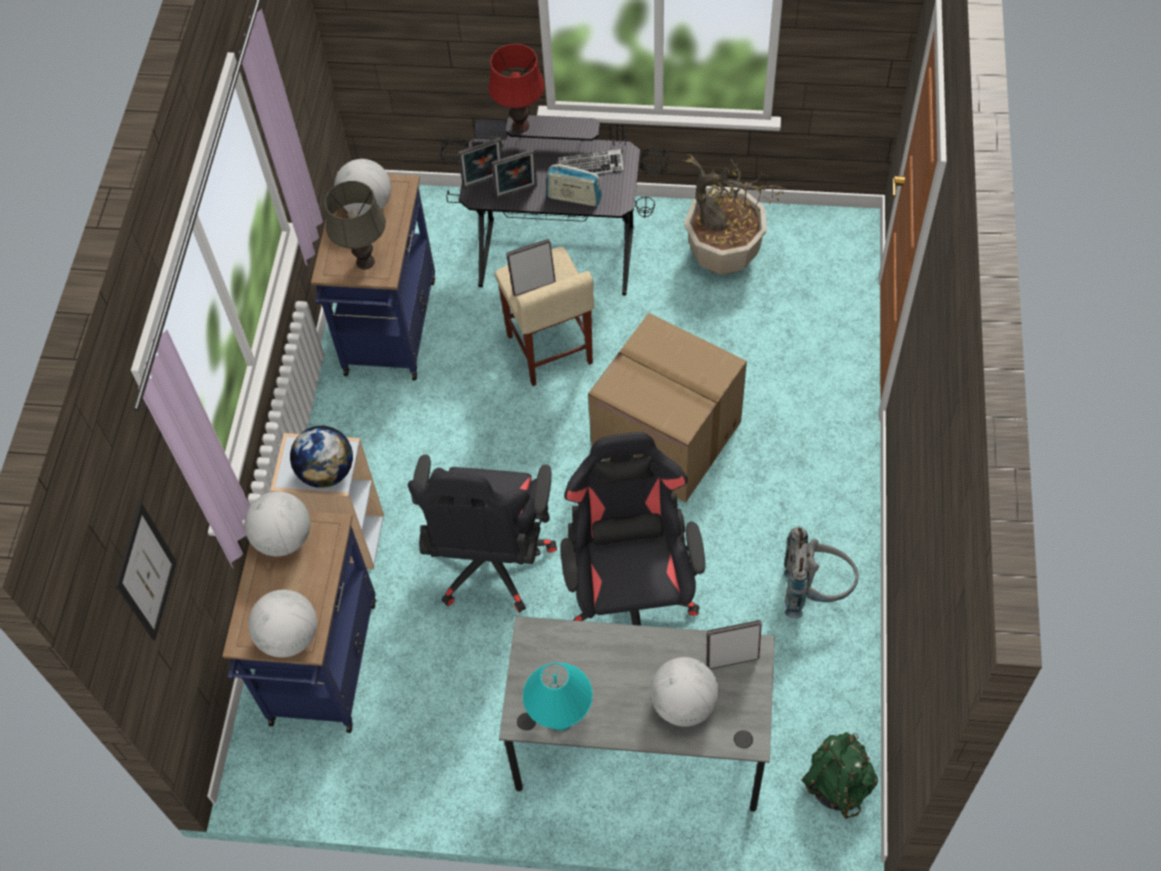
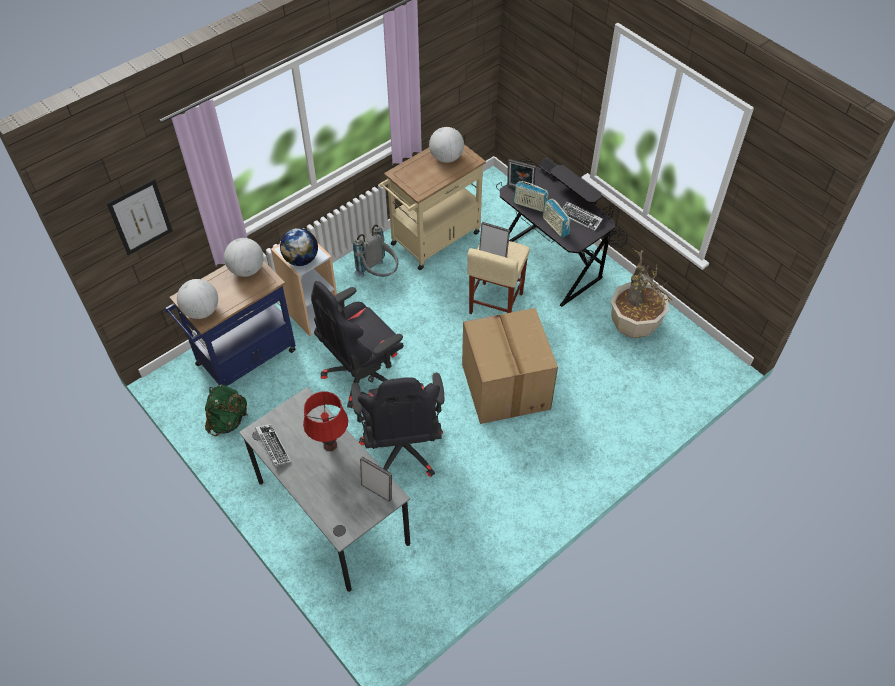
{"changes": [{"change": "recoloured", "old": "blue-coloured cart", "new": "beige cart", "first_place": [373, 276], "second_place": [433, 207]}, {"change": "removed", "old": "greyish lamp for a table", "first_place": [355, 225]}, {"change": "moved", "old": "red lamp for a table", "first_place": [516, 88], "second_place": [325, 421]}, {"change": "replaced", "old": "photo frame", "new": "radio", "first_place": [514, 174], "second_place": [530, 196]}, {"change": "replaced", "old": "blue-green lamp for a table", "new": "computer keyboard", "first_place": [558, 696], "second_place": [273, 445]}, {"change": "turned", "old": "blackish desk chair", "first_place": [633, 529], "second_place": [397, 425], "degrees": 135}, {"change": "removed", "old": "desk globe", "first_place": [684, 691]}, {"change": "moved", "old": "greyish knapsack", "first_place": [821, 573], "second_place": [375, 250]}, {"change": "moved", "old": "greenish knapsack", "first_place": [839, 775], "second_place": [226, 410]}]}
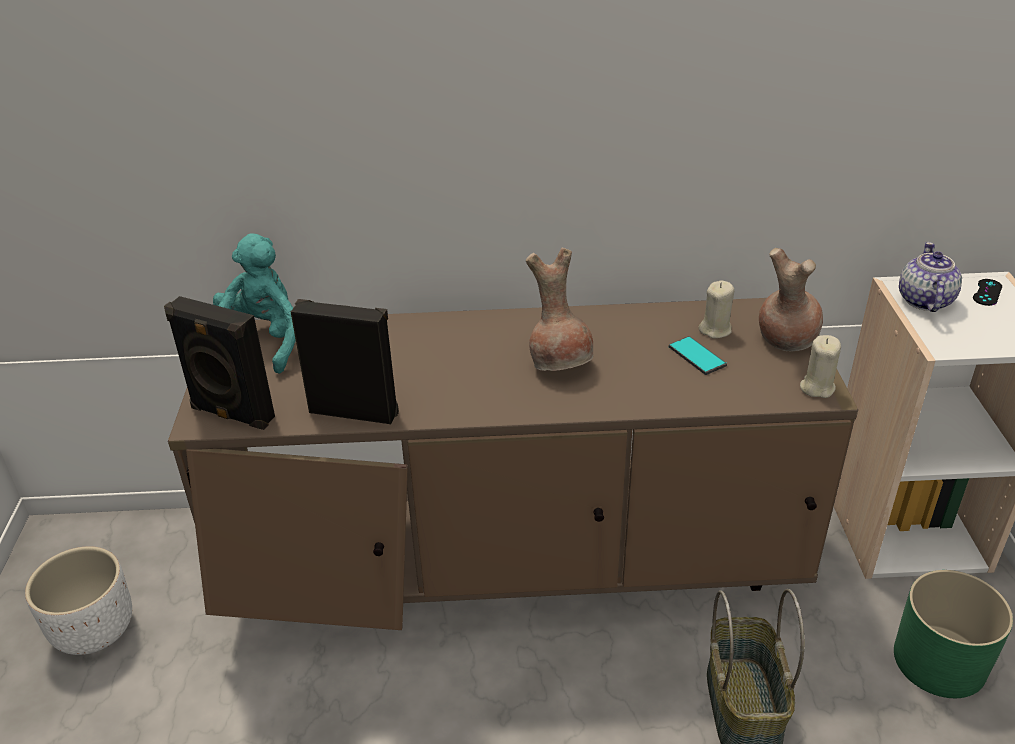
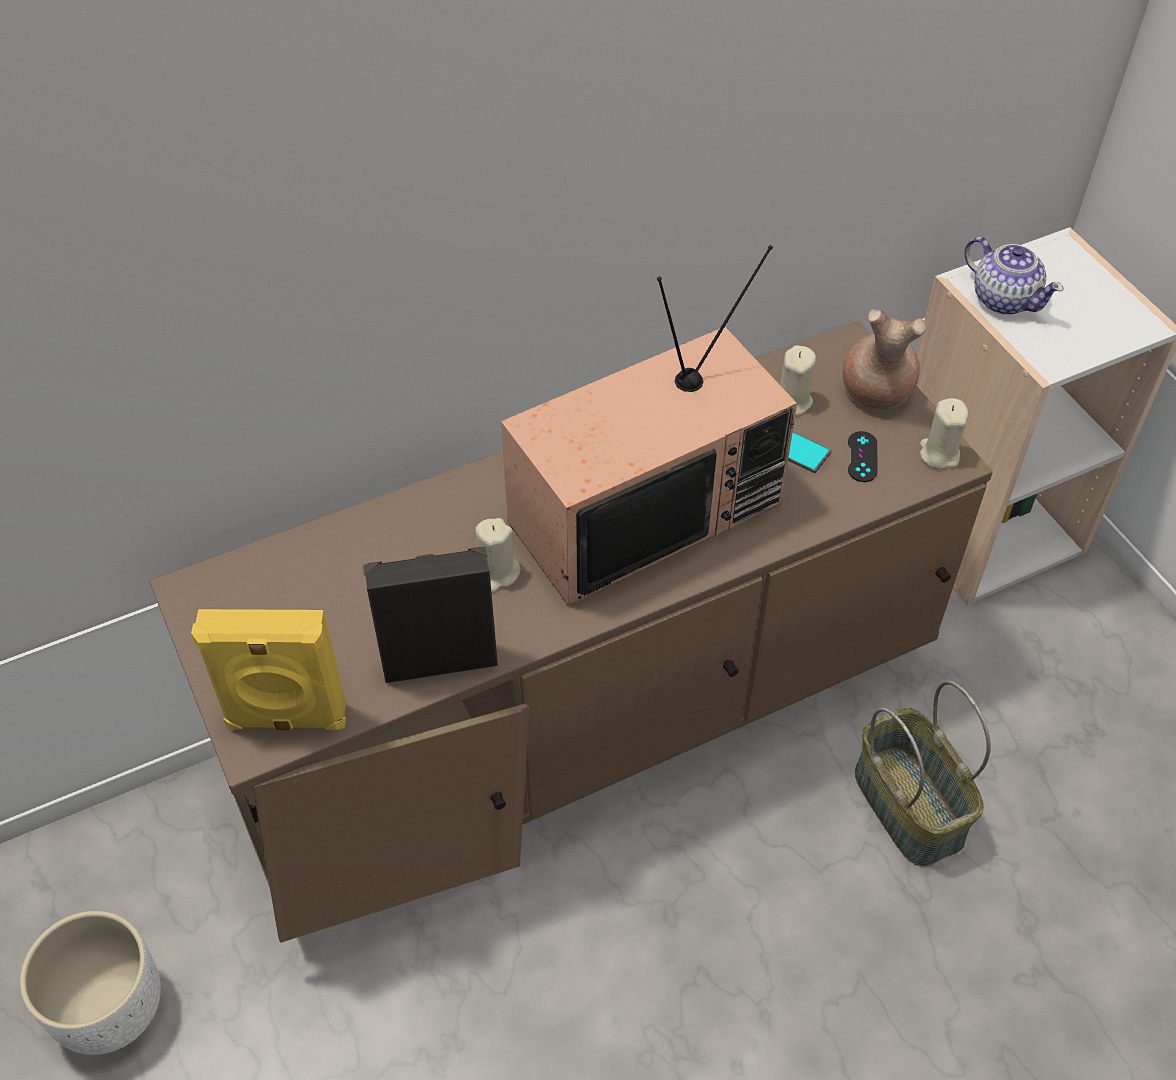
{"changes": [{"change": "recoloured", "old": "blackish audio speaker", "new": "yellow audio speaker", "first_place": [219, 363], "second_place": [268, 669]}, {"change": "removed", "old": "blue-green cuddly toy", "first_place": [254, 303]}, {"change": "replaced", "old": "brown-coloured decorative vase", "new": "television", "first_place": [560, 309], "second_place": [649, 425]}, {"change": "removed", "old": "greenish planter", "first_place": [953, 634]}, {"change": "turned", "old": "tea pot", "first_place": [930, 277], "second_place": [1014, 276], "degrees": 150}, {"change": "moved", "old": "blackish game controller", "first_place": [987, 292], "second_place": [863, 456]}, {"change": "added", "new": "beige candle", "second_place": [498, 555]}]}
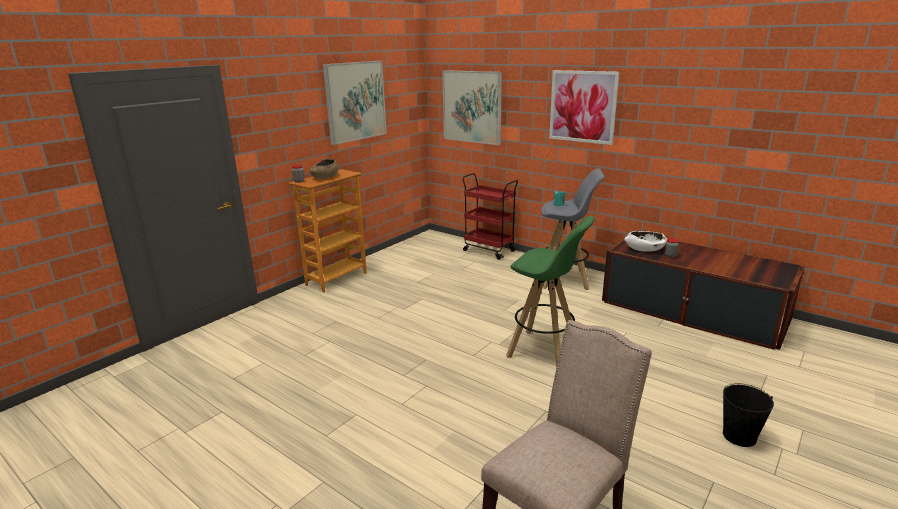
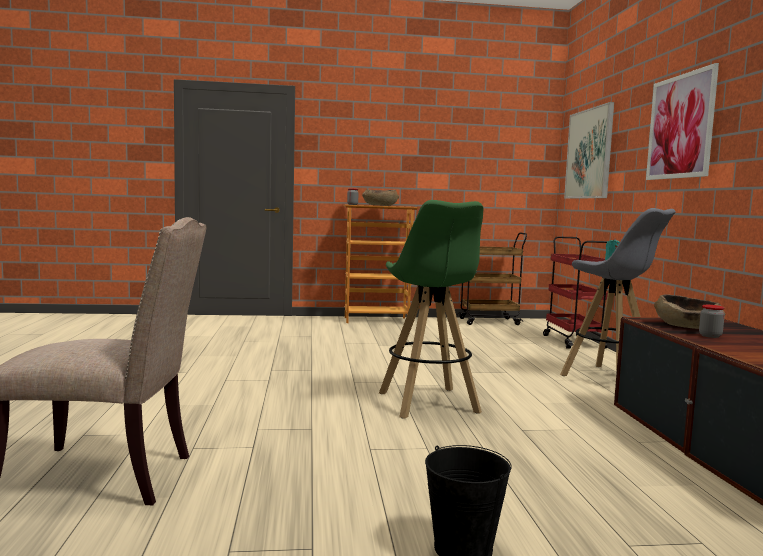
{"changes": [{"change": "removed", "old": "wall picture", "first_place": [355, 103]}, {"change": "recoloured", "old": "white serving bowl", "new": "brown-coloured serving bowl", "first_place": [645, 241], "second_place": [689, 311]}, {"change": "added", "new": "brown-coloured cart", "second_place": [491, 278]}]}
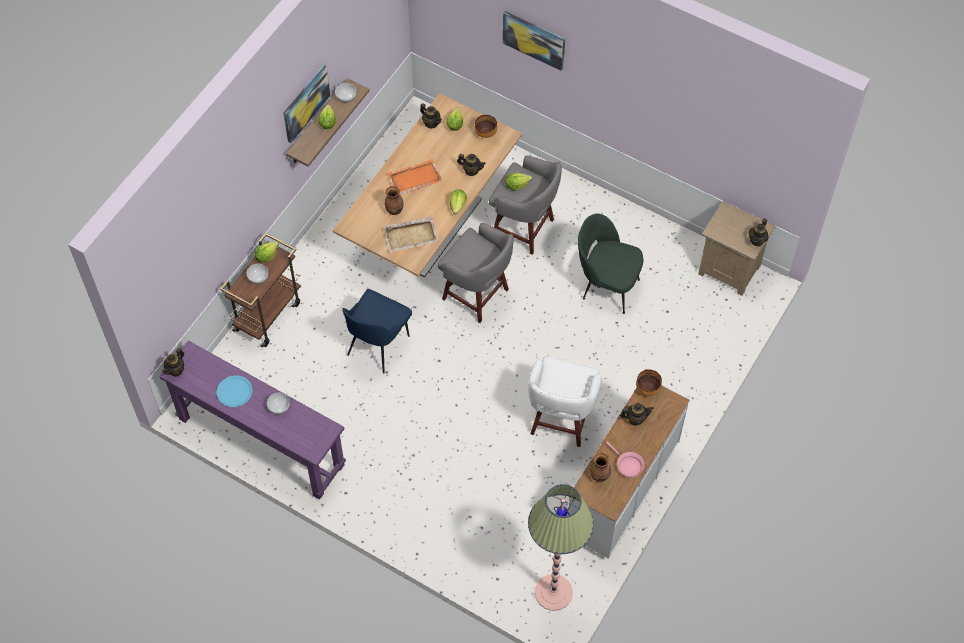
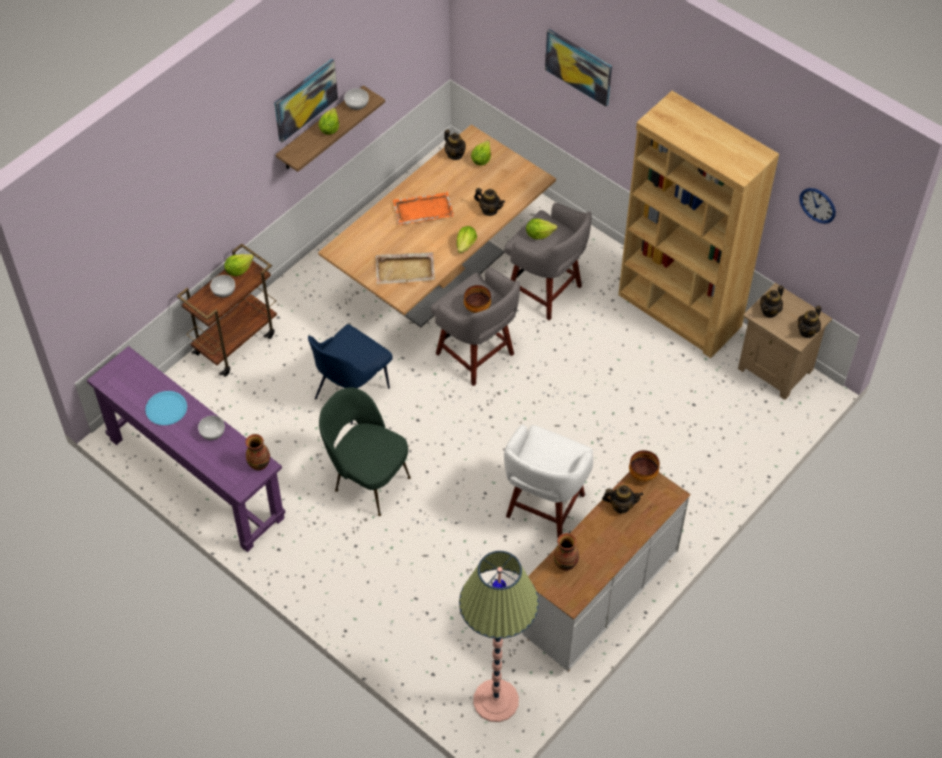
{"changes": [{"change": "moved", "old": "tea pot", "first_place": [173, 362], "second_place": [772, 301]}, {"change": "moved", "old": "decorative vase", "first_place": [394, 200], "second_place": [257, 452]}, {"change": "moved", "old": "serving bowl", "first_place": [486, 126], "second_place": [477, 299]}, {"change": "moved", "old": "greenish upright chair", "first_place": [610, 264], "second_place": [365, 451]}, {"change": "removed", "old": "pink-coloured frying pan", "first_place": [625, 459]}, {"change": "added", "new": "brown-coloured bookshelf", "second_place": [698, 224]}, {"change": "added", "new": "hanging clock", "second_place": [817, 206]}]}
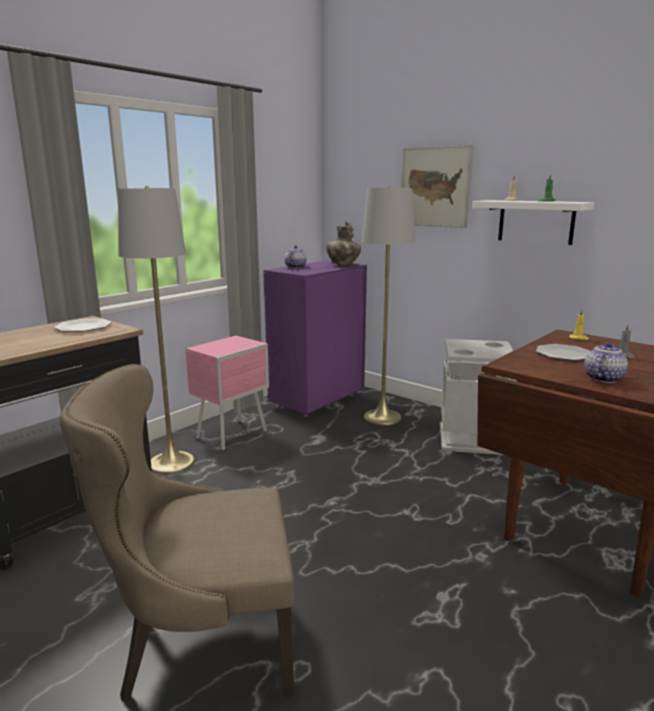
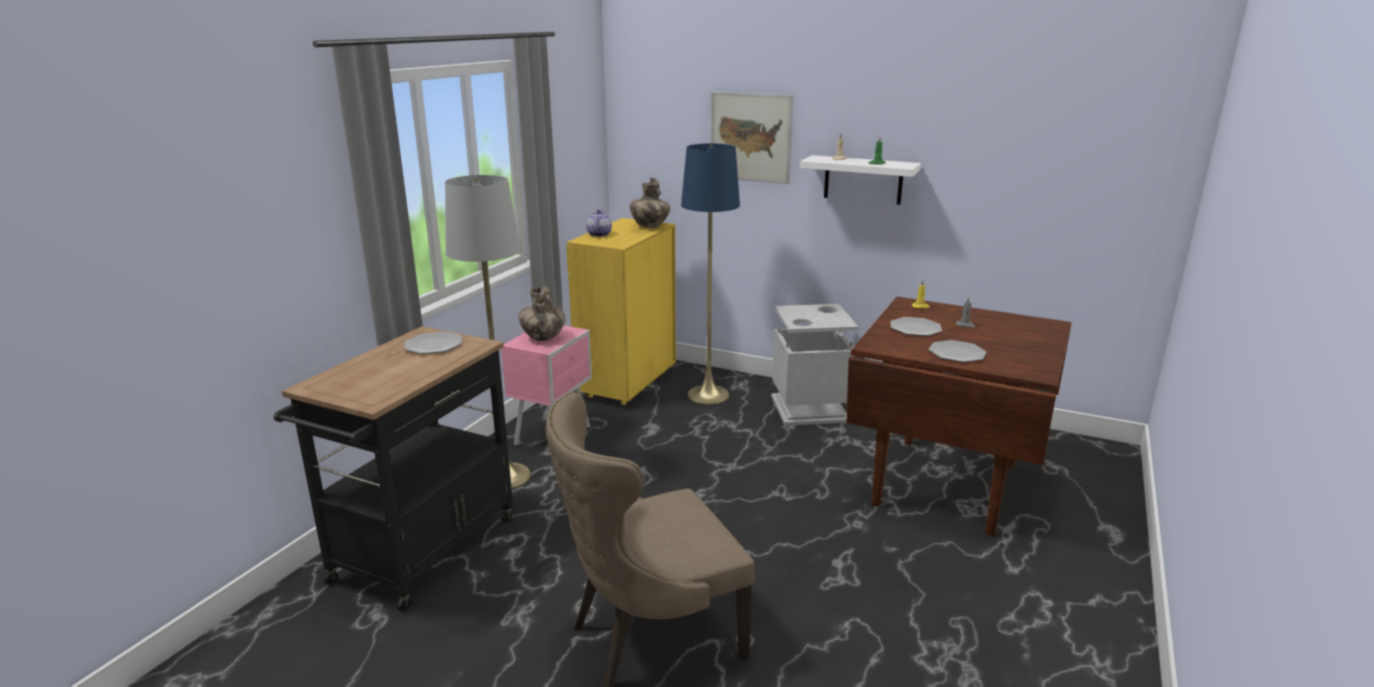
{"changes": [{"change": "recoloured", "old": "purple-coloured storage cabinet", "new": "yellow storage cabinet", "first_place": [315, 338], "second_place": [621, 311]}, {"change": "recoloured", "old": "greyish floor lamp", "new": "blue-coloured floor lamp", "first_place": [388, 305], "second_place": [710, 274]}, {"change": "replaced", "old": "tea pot", "new": "plate", "first_place": [606, 362], "second_place": [957, 351]}, {"change": "added", "new": "decorative vase", "second_place": [542, 313]}]}
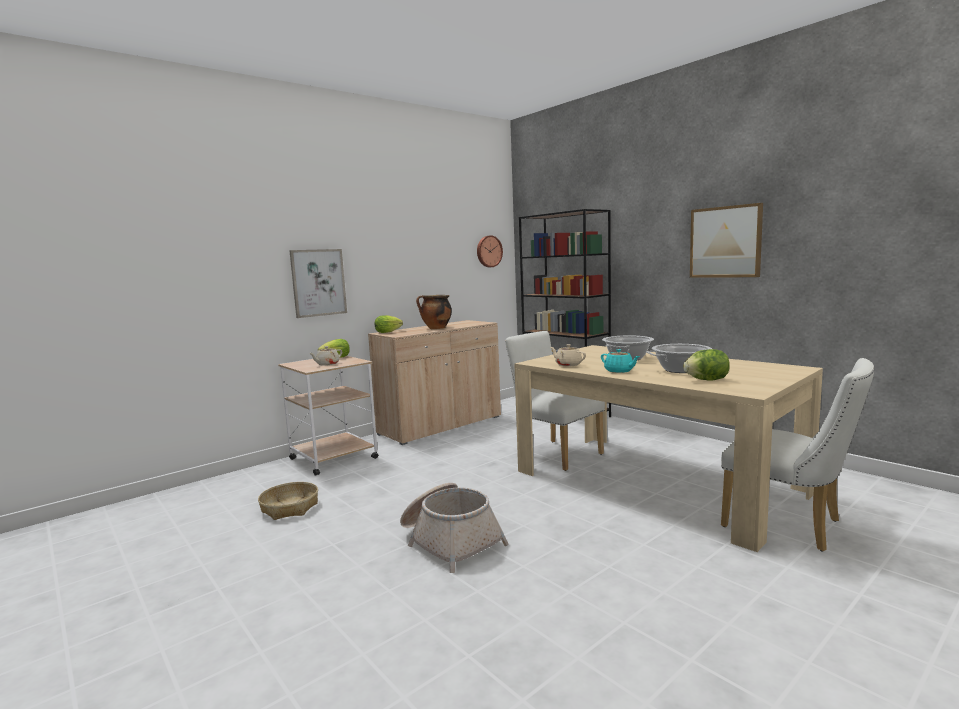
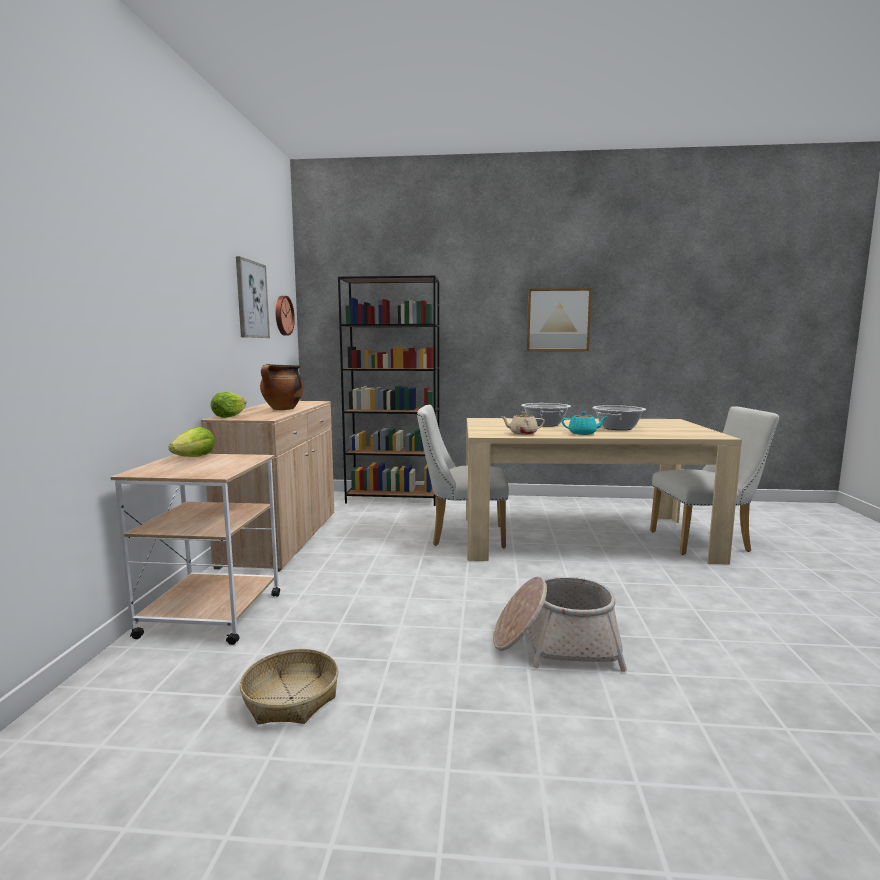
{"changes": [{"change": "moved", "old": "wall picture", "first_place": [318, 283], "second_place": [253, 297]}, {"change": "removed", "old": "beige tea pot", "first_place": [325, 356]}, {"change": "removed", "old": "lettuce", "first_place": [706, 365]}]}
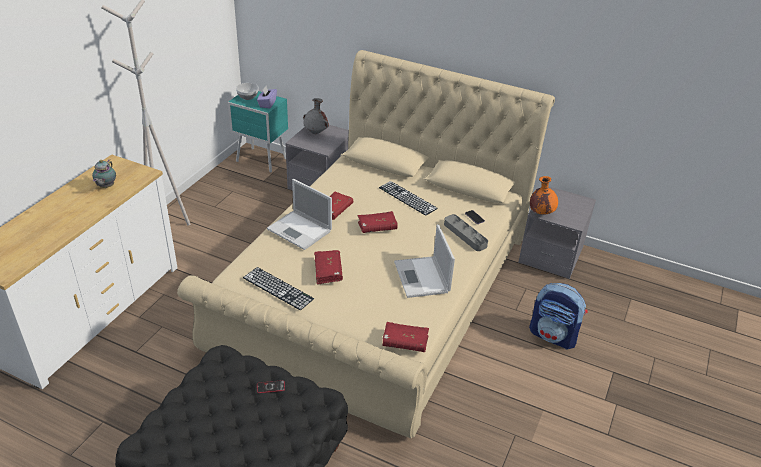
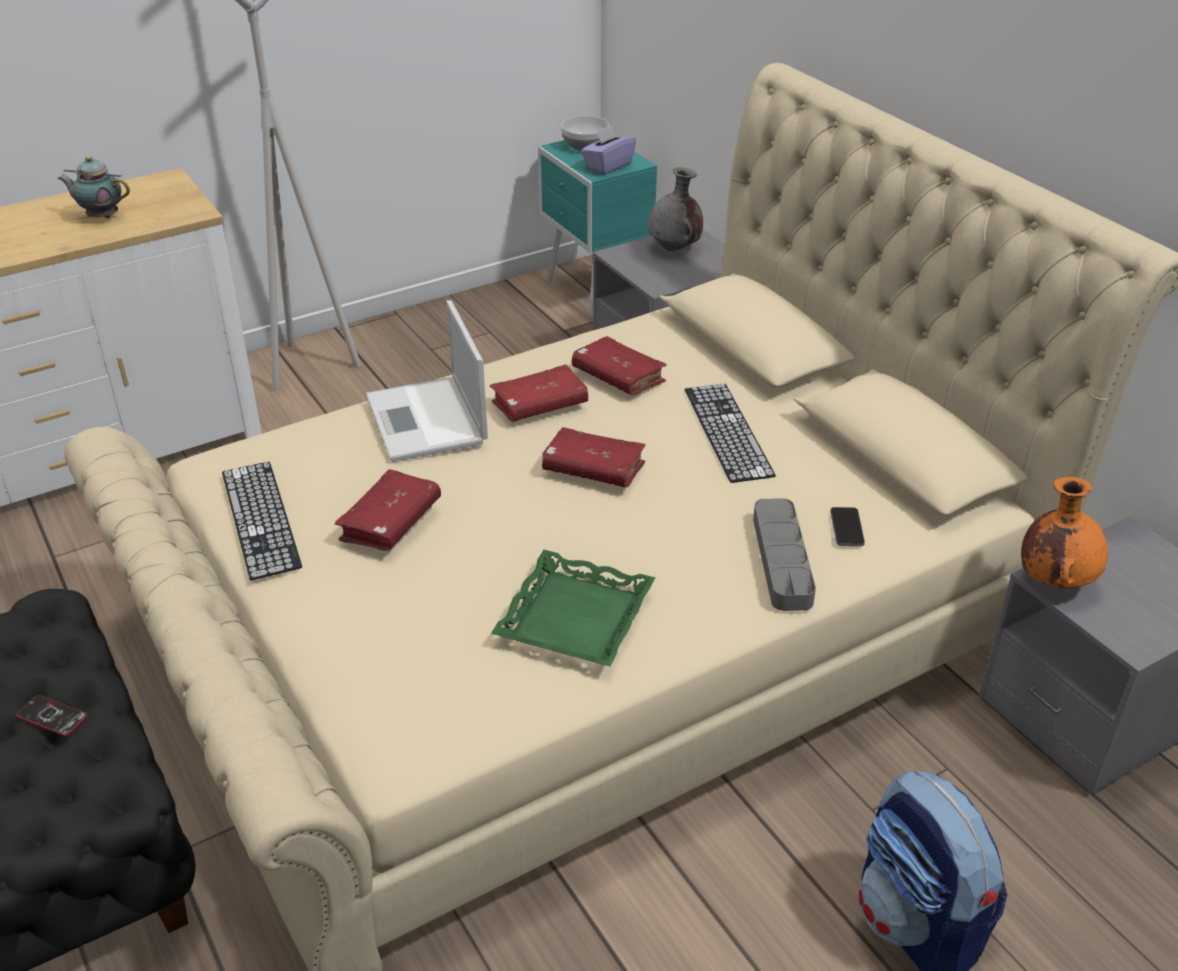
{"changes": [{"change": "turned", "old": "tea pot", "first_place": [104, 173], "second_place": [94, 187], "degrees": 60}, {"change": "moved", "old": "red volume", "first_place": [405, 337], "second_place": [619, 366]}, {"change": "replaced", "old": "notebook computer", "new": "greenish carrying tray", "first_place": [424, 261], "second_place": [573, 608]}]}
